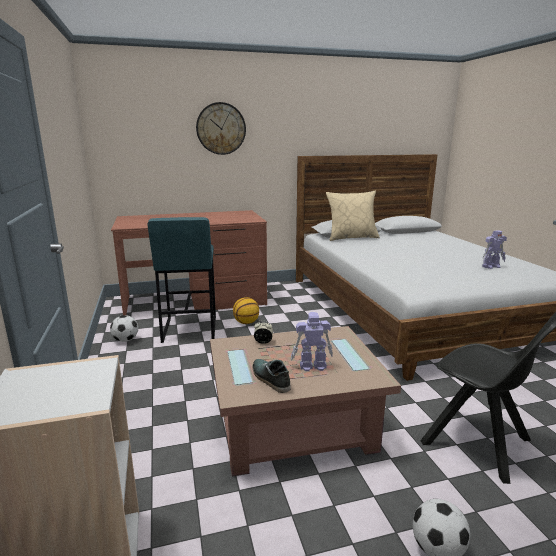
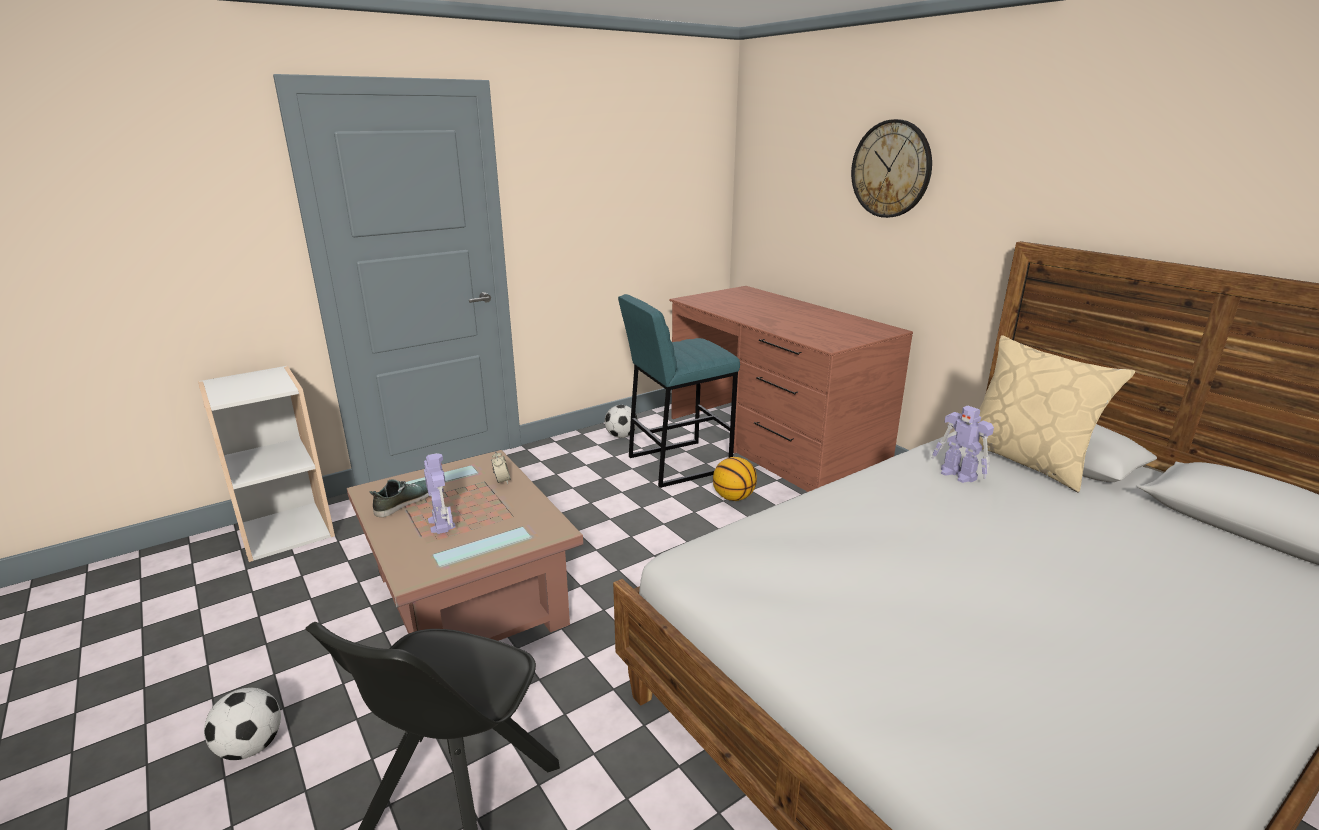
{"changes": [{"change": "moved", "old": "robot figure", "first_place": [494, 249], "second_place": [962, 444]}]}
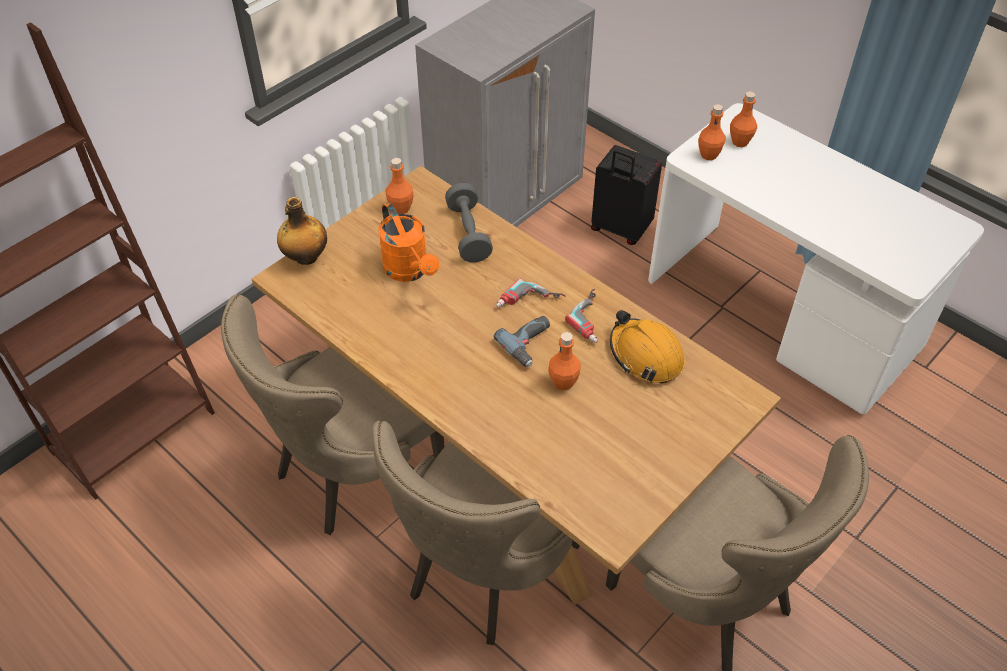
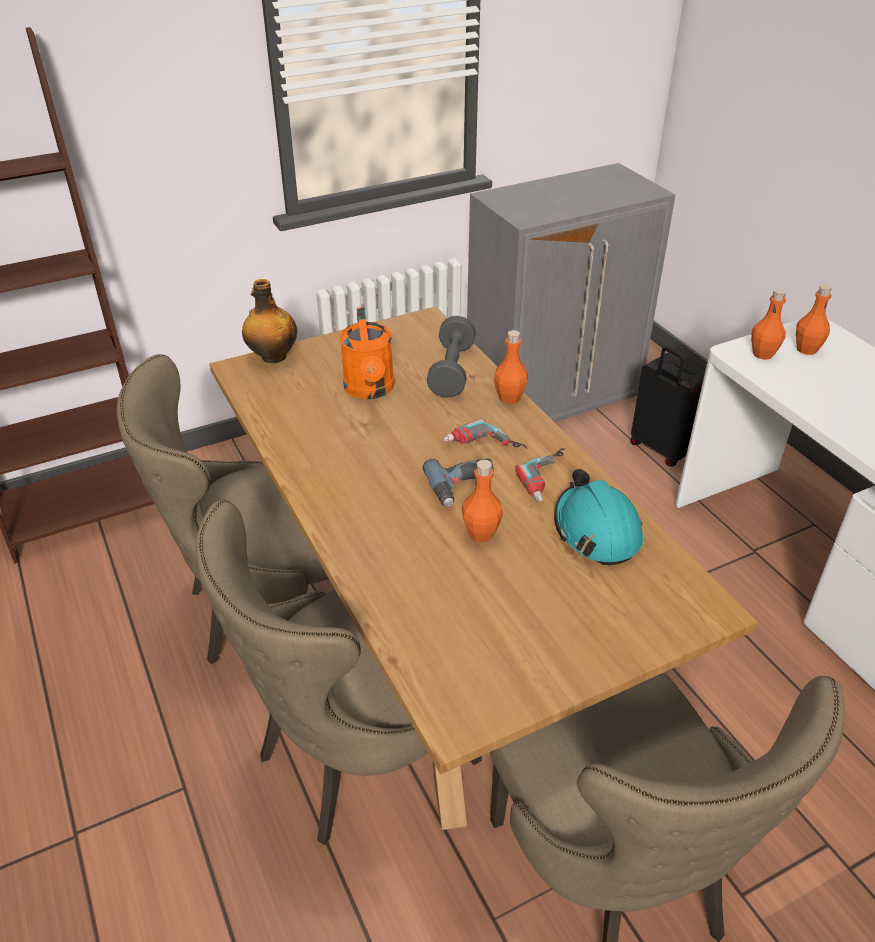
{"changes": [{"change": "moved", "old": "orange-coloured bottle", "first_place": [400, 186], "second_place": [511, 367]}, {"change": "recoloured", "old": "orange-coloured hard hat", "new": "blue-green hard hat", "first_place": [647, 347], "second_place": [598, 517]}]}
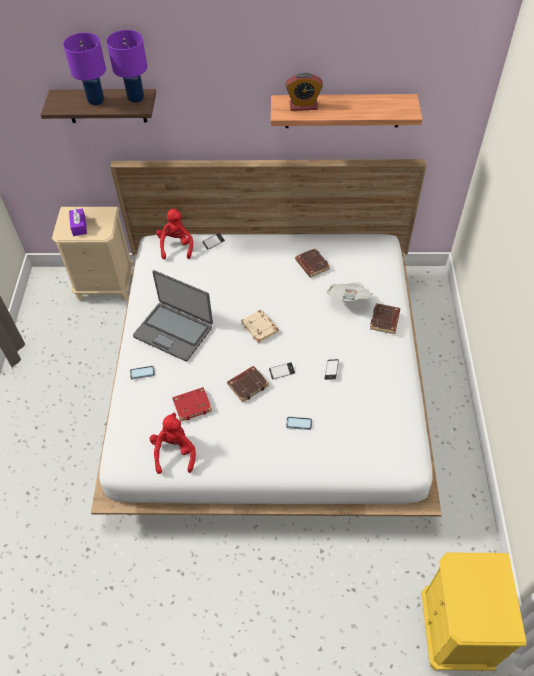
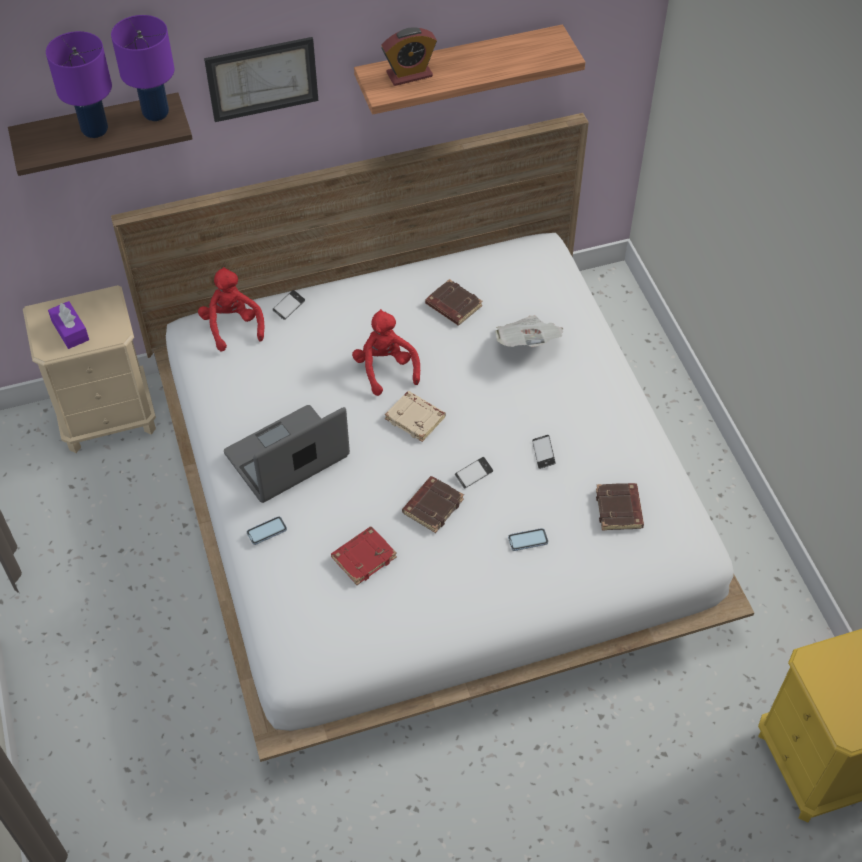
{"changes": [{"change": "turned", "old": "notebook computer", "first_place": [173, 315], "second_place": [287, 454], "degrees": 135}, {"change": "moved", "old": "red cuddly toy", "first_place": [172, 443], "second_place": [386, 352]}, {"change": "moved", "old": "brown-coloured volume", "first_place": [385, 318], "second_place": [620, 506]}, {"change": "added", "new": "wall picture", "second_place": [261, 79]}]}
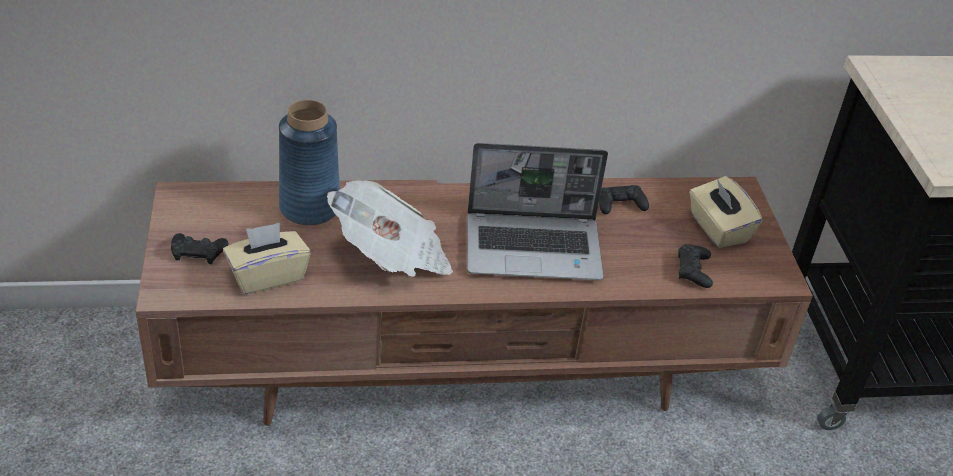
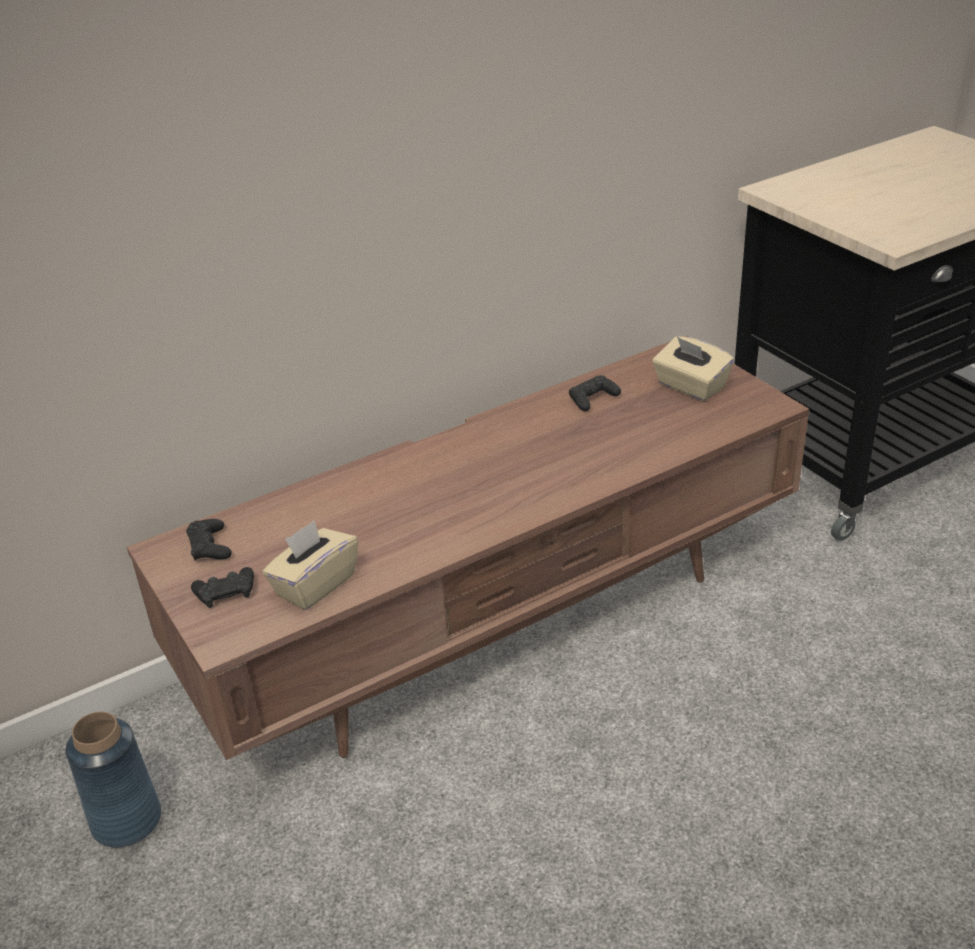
{"changes": [{"change": "moved", "old": "blue-coloured decorative vase", "first_place": [309, 162], "second_place": [113, 779]}, {"change": "removed", "old": "printed paper", "first_place": [390, 228]}, {"change": "removed", "old": "notebook computer", "first_place": [537, 211]}, {"change": "moved", "old": "blackish game controller", "first_place": [695, 266], "second_place": [209, 540]}]}
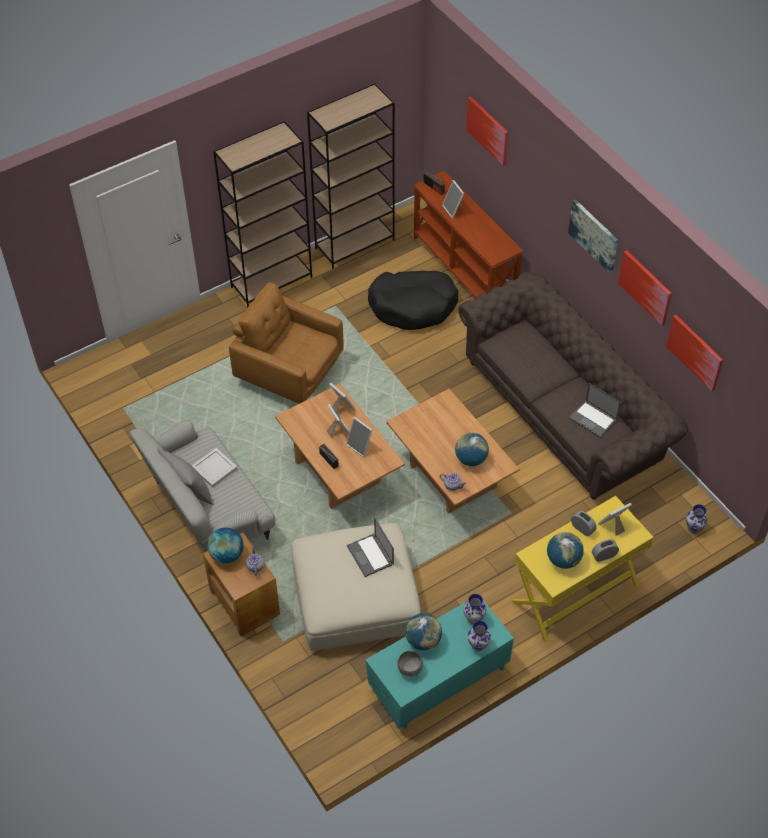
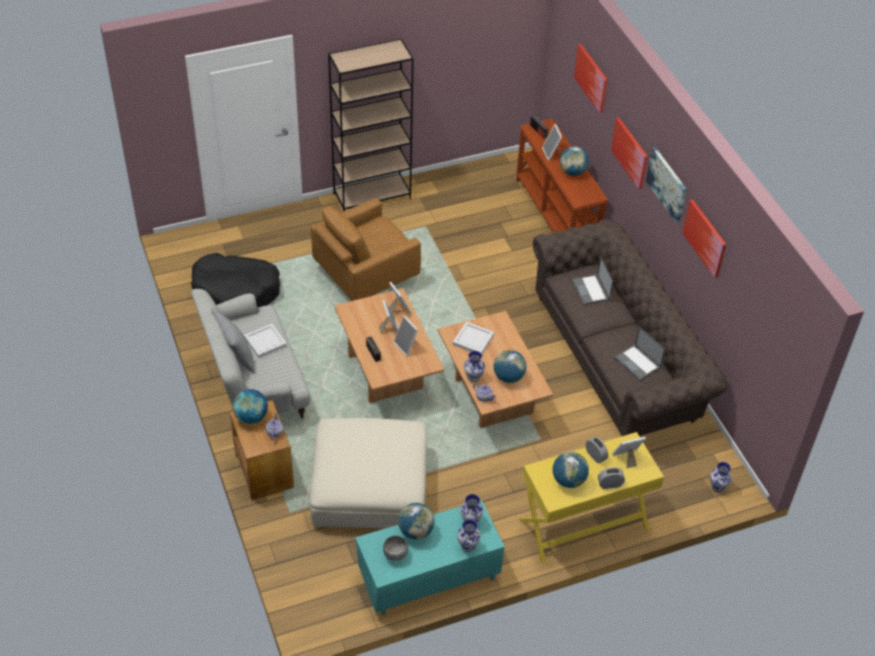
{"changes": [{"change": "turned", "old": "brown-coloured lounge chair", "first_place": [286, 343], "second_place": [366, 249], "degrees": -75}, {"change": "removed", "old": "beige bookshelf", "first_place": [351, 176]}, {"change": "moved", "old": "notebook computer", "first_place": [370, 547], "second_place": [592, 281]}, {"change": "moved", "old": "blackish pet bed", "first_place": [413, 300], "second_place": [235, 280]}, {"change": "moved", "old": "wall picture", "first_place": [694, 353], "second_place": [629, 153]}, {"change": "added", "new": "white carrying tray", "second_place": [473, 338]}, {"change": "added", "new": "decorative vase", "second_place": [474, 366]}, {"change": "added", "new": "desk globe", "second_place": [574, 161]}]}
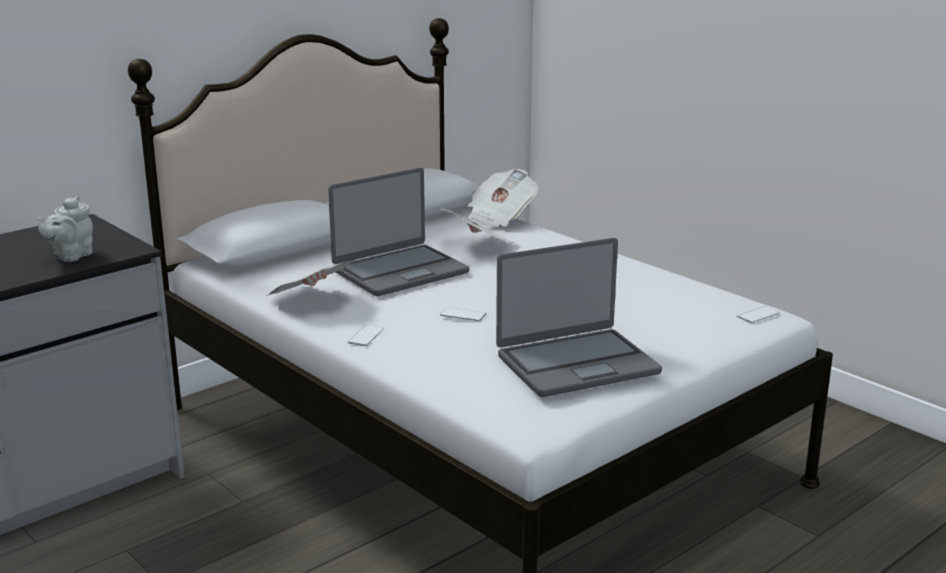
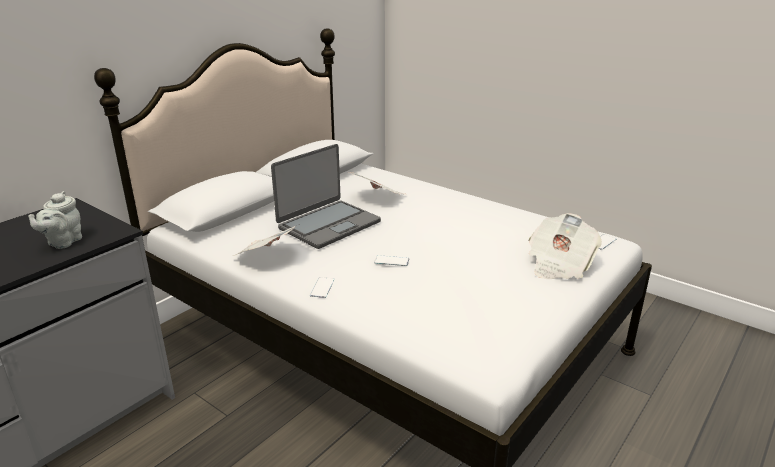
{"changes": [{"change": "moved", "old": "printed paper", "first_place": [501, 198], "second_place": [565, 246]}, {"change": "removed", "old": "notebook computer", "first_place": [579, 317]}]}
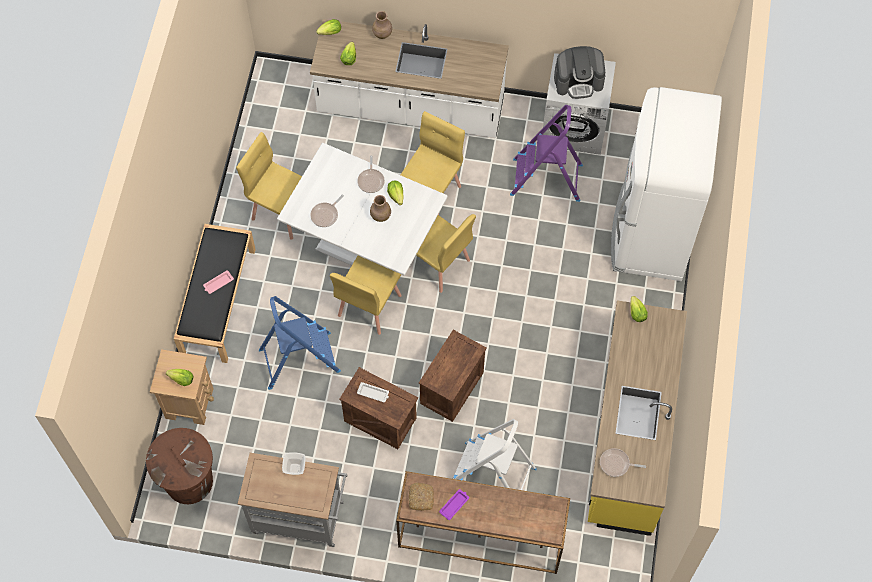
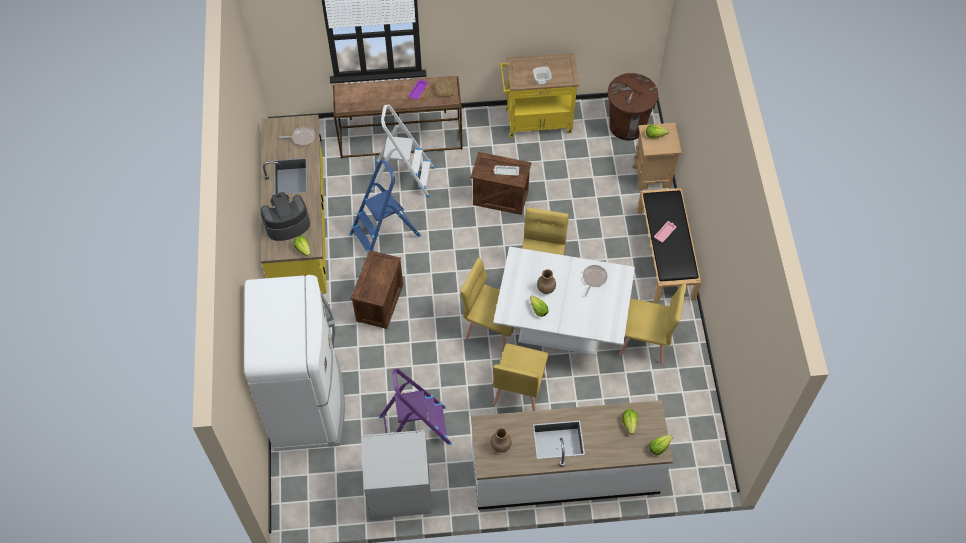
{"changes": [{"change": "recoloured", "old": "greyish cart", "new": "yellow cart", "first_place": [293, 500], "second_place": [539, 95]}, {"change": "moved", "old": "blue-coloured step ladder", "first_place": [300, 343], "second_place": [385, 206]}, {"change": "removed", "old": "frying pan", "first_place": [371, 174]}, {"change": "moved", "old": "brown-coloured decorative vase", "first_place": [382, 25], "second_place": [501, 440]}, {"change": "moved", "old": "shipping crate", "first_place": [453, 376], "second_place": [377, 289]}, {"change": "moved", "old": "coffee machine", "first_place": [579, 72], "second_place": [285, 216]}]}
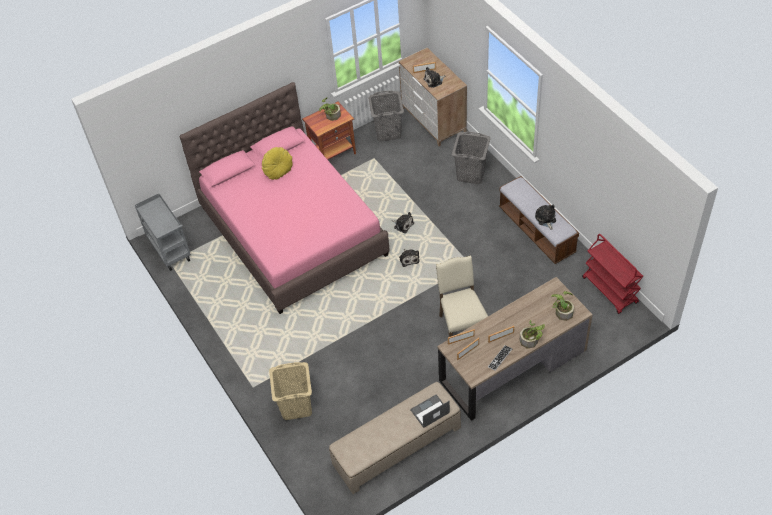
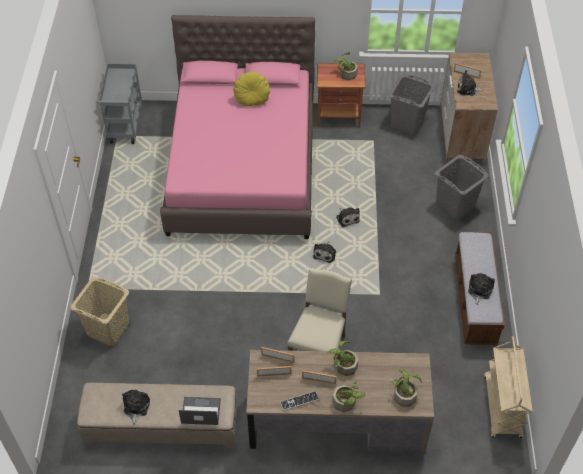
{"changes": [{"change": "recoloured", "old": "red cart", "new": "beige cart", "first_place": [613, 274], "second_place": [508, 387]}, {"change": "added", "new": "cuddly toy", "second_place": [136, 407]}, {"change": "added", "new": "potted plant", "second_place": [343, 358]}]}
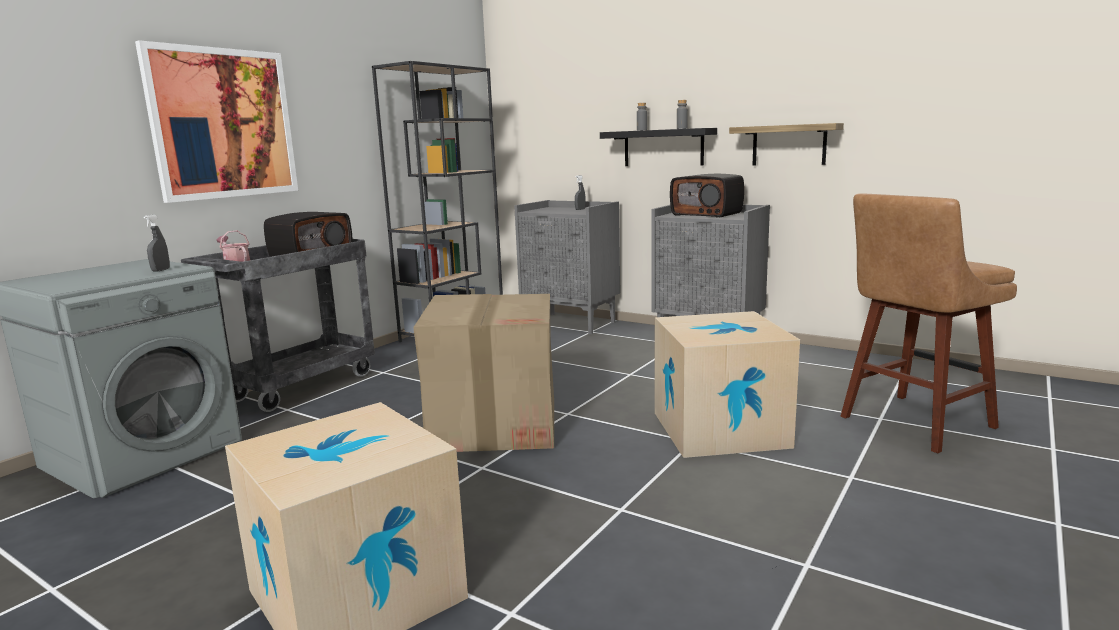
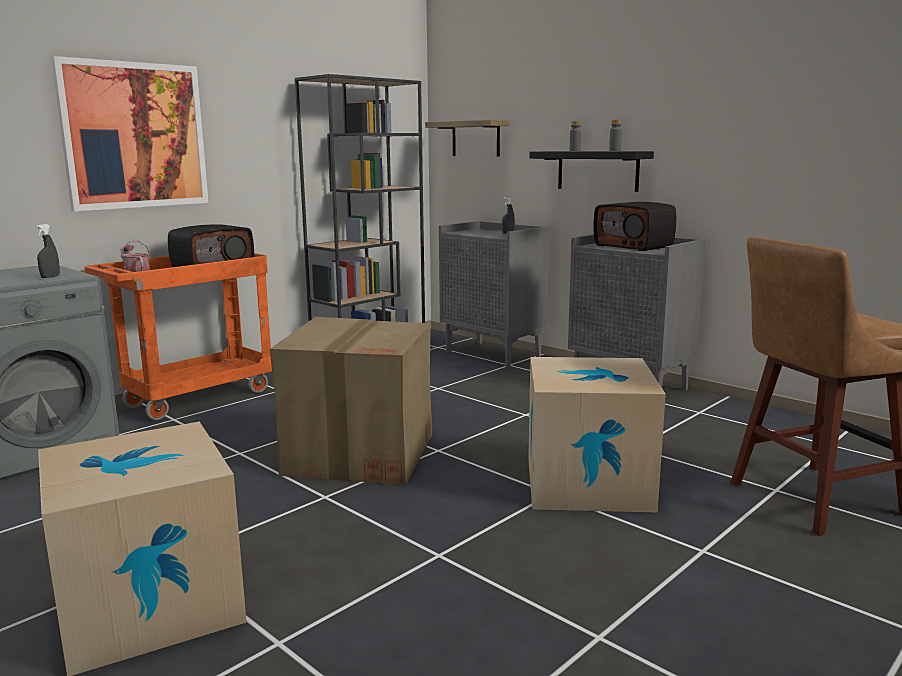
{"changes": [{"change": "recoloured", "old": "greyish cart", "new": "orange-coloured cart", "first_place": [278, 325], "second_place": [178, 336]}, {"change": "moved", "old": "bracket shelf", "first_place": [786, 144], "second_place": [467, 138]}]}
